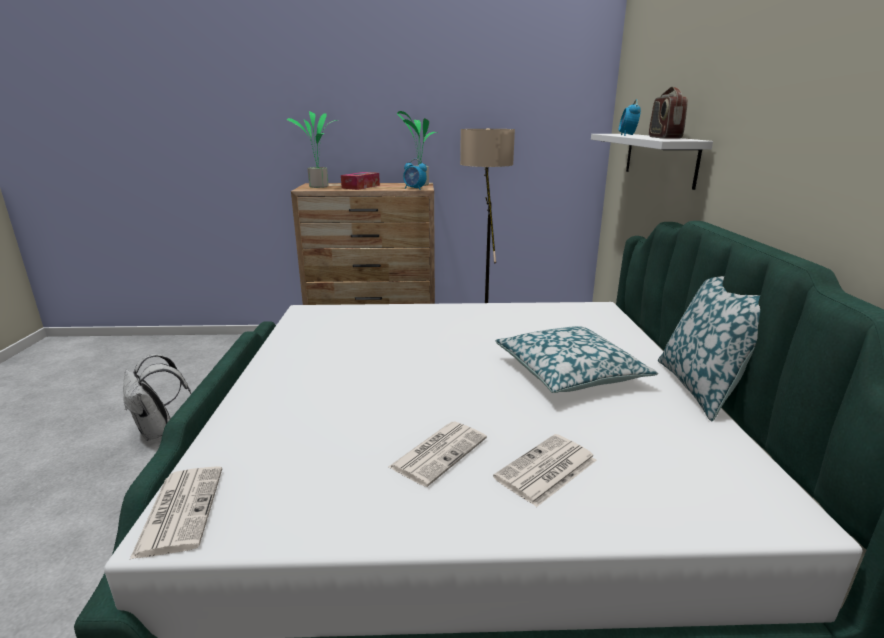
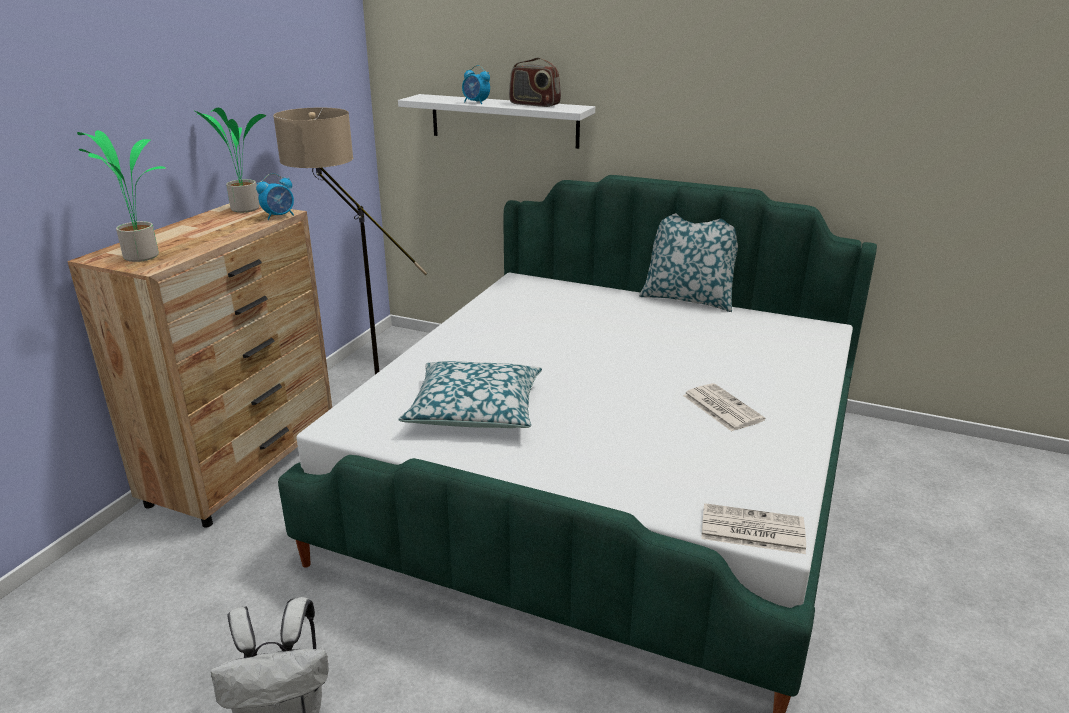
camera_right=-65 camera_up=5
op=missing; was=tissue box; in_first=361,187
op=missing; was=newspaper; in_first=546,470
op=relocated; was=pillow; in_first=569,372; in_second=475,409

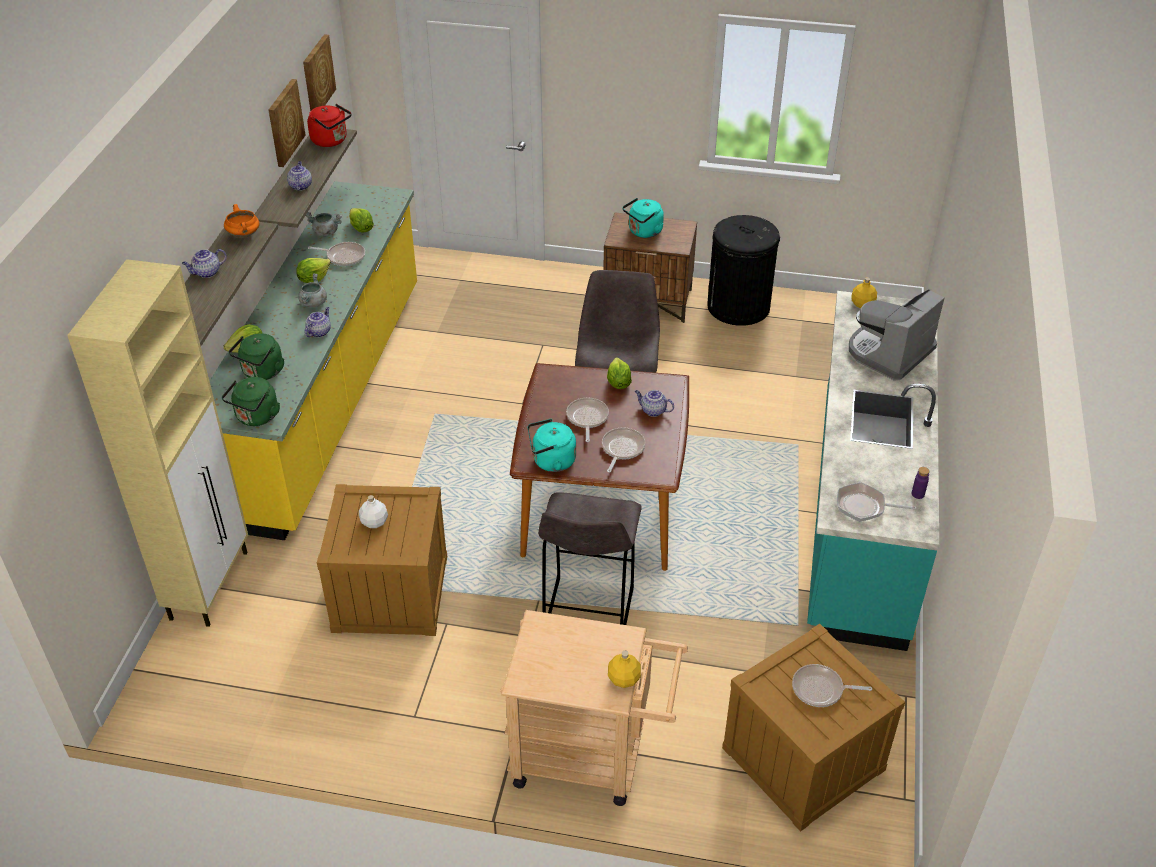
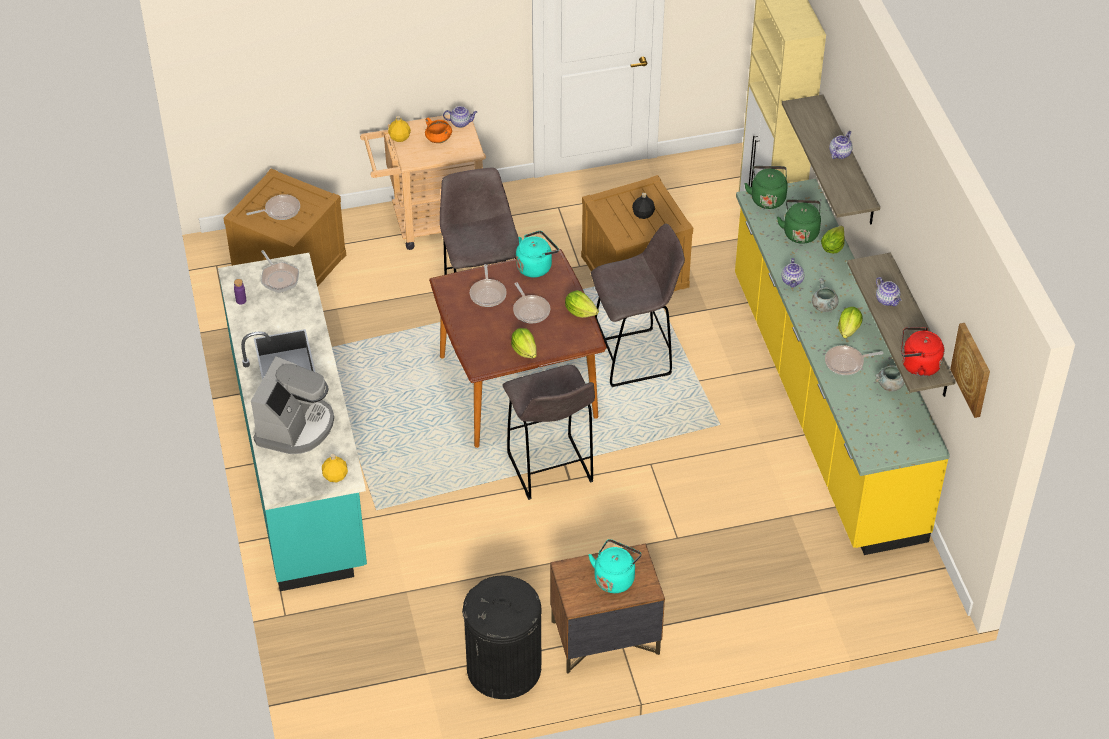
camera_right=155 camera_up=5
op=missing; was=picture; in_first=284,122
op=appeared; now=stool in grey; in_second=634,358
op=relocated; was=cooking pot in orange; in_first=244,235; in_second=438,139
op=relocated; was=lettuce; in_first=361,229; in_second=580,312
op=relocated; was=teapot; in_first=653,411; in_second=461,123
op=colour; was=bottle in white; now=bottle in black; in_first=374,522; in_second=643,214
op=spun; was=frying pan; in_first=864,506; in_second=279,278; clockwise=75

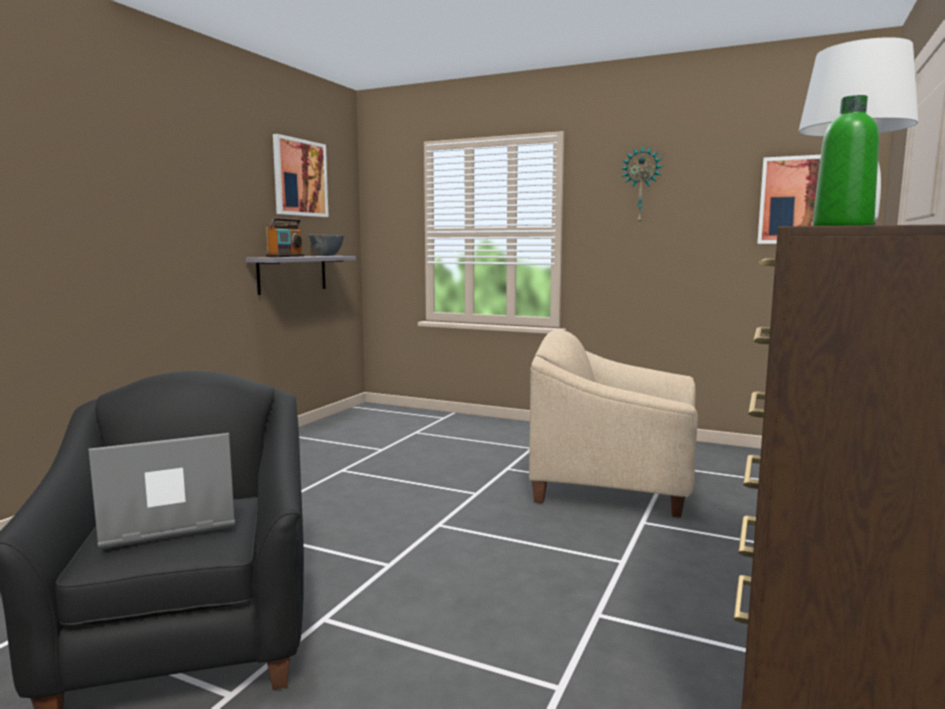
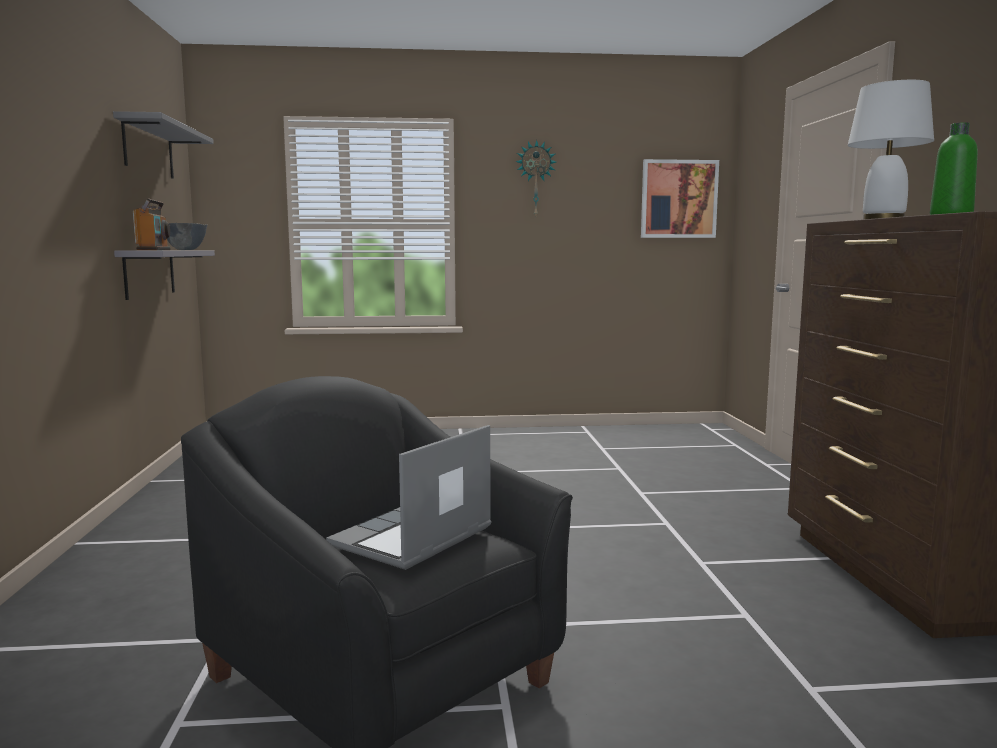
camera_right=-30 camera_up=0
op=missing; was=armchair in beige; in_first=613,487
op=exchanged; was=picture; now=shelf in grey; in_first=300,178; in_second=148,149

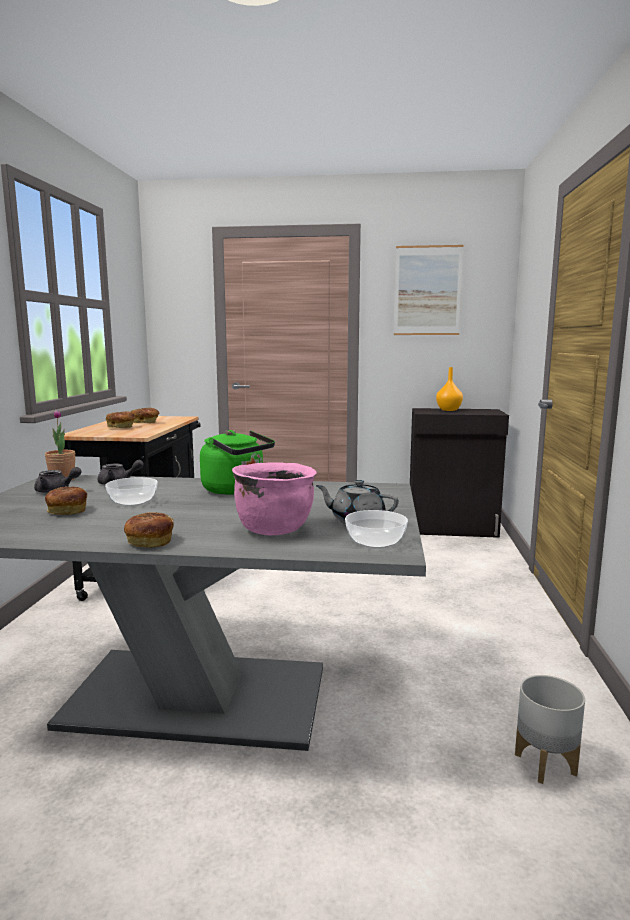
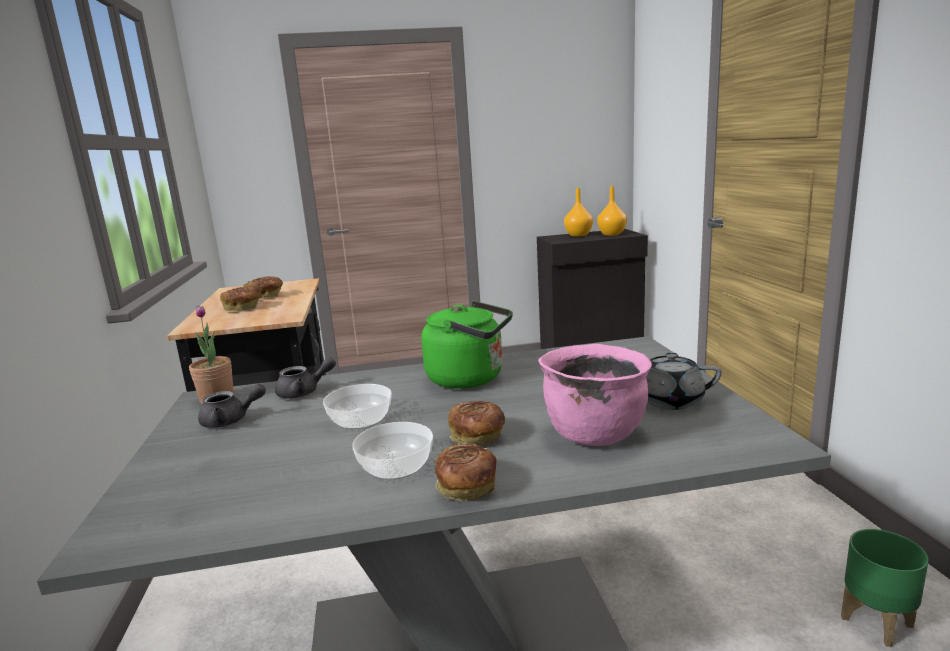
camera_right=-15 camera_up=5
op=missing; was=picture; in_first=427,291
op=appeared; now=vase in orange; in_second=612,234
op=relocated; was=bread; in_first=67,511; in_second=477,437
op=relocated; was=bowl; in_first=376,542; in_second=397,467
op=colour; was=planter in grey; now=planter in green; in_first=546,765; in_second=877,622

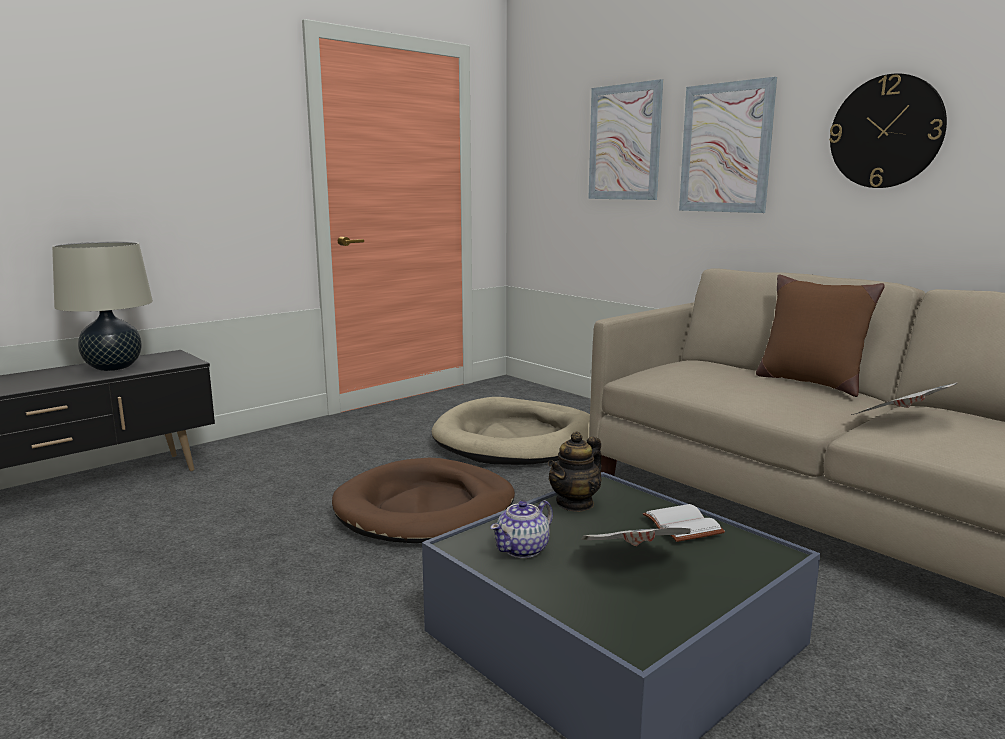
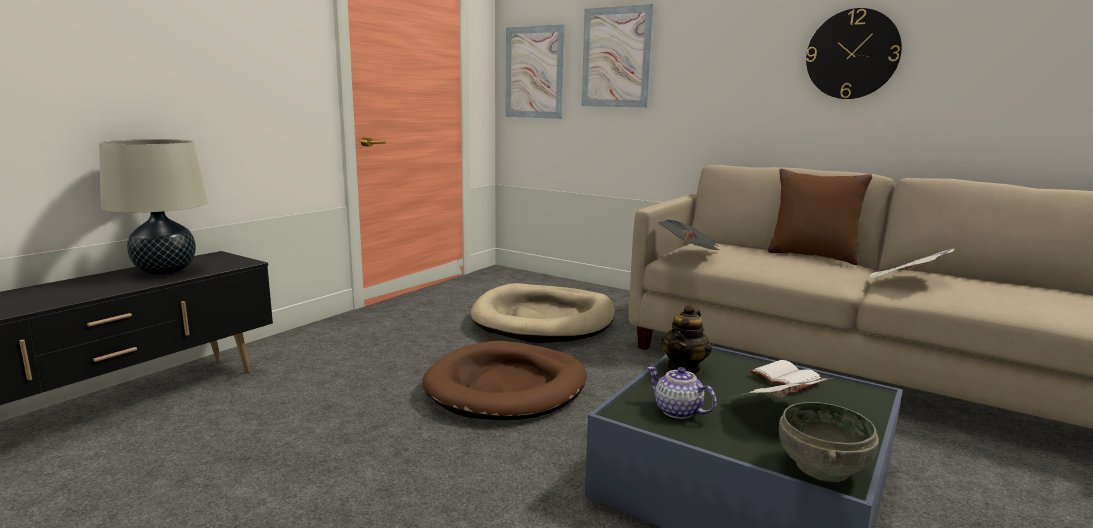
camera_right=-15 camera_up=0
op=appeared; now=newspaper; in_second=690,252
op=appeared; now=bowl in grey; in_second=824,467
op=relocated; was=picture; in_first=725,148; in_second=534,72
op=spun; was=teapot; in_first=523,549; in_second=678,411; clockwise=105

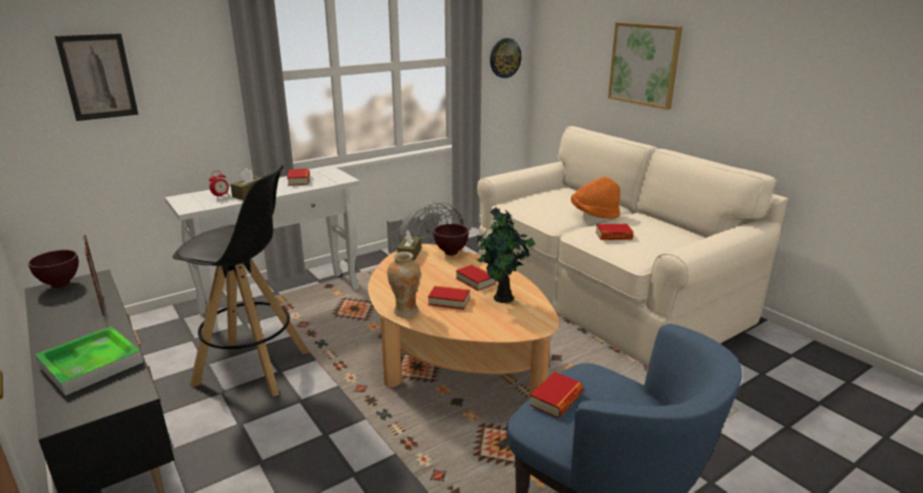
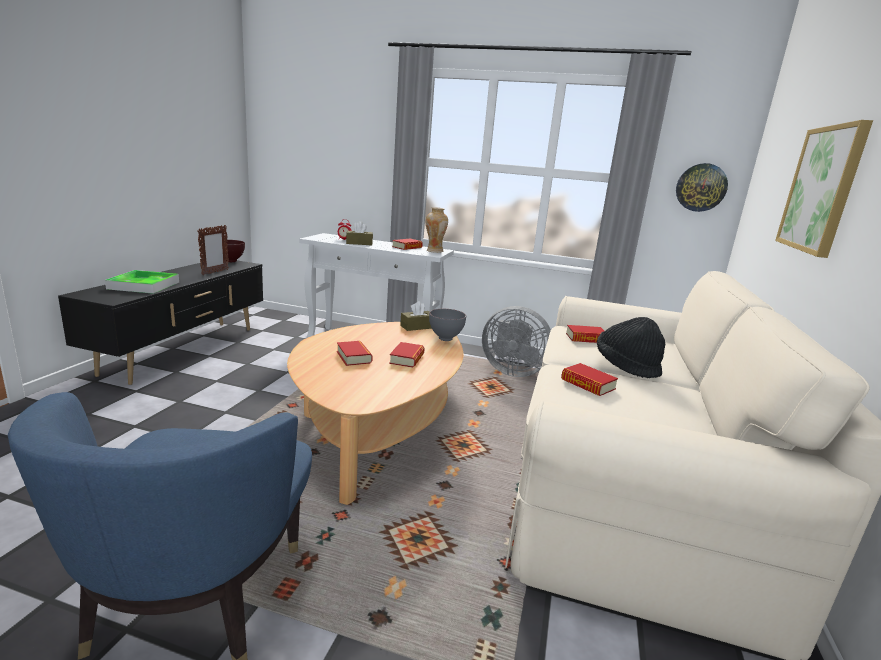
camera_right=50 camera_up=-5
op=missing; was=picture; in_first=98,77
op=missing; was=stool in black; in_first=253,368
op=missing; was=potted plant; in_first=502,299
op=relocated; was=vase; in_first=405,311; in_second=434,251
op=relocated; was=book; in_first=556,399; in_second=586,338
op=colour; was=bowl in brown; now=bowl in grey; in_first=450,253; in_second=445,339
op=colour; was=hat in orange; now=hat in black; in_first=594,214; in_second=626,366

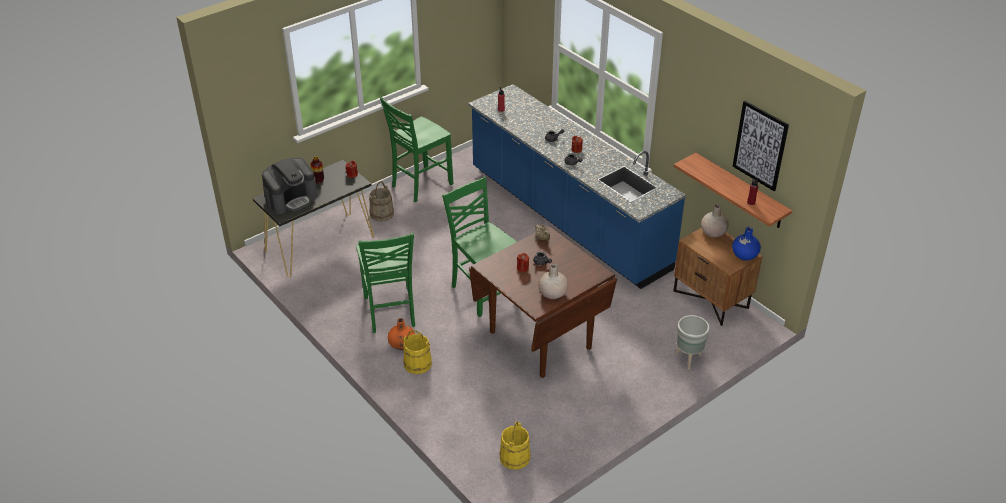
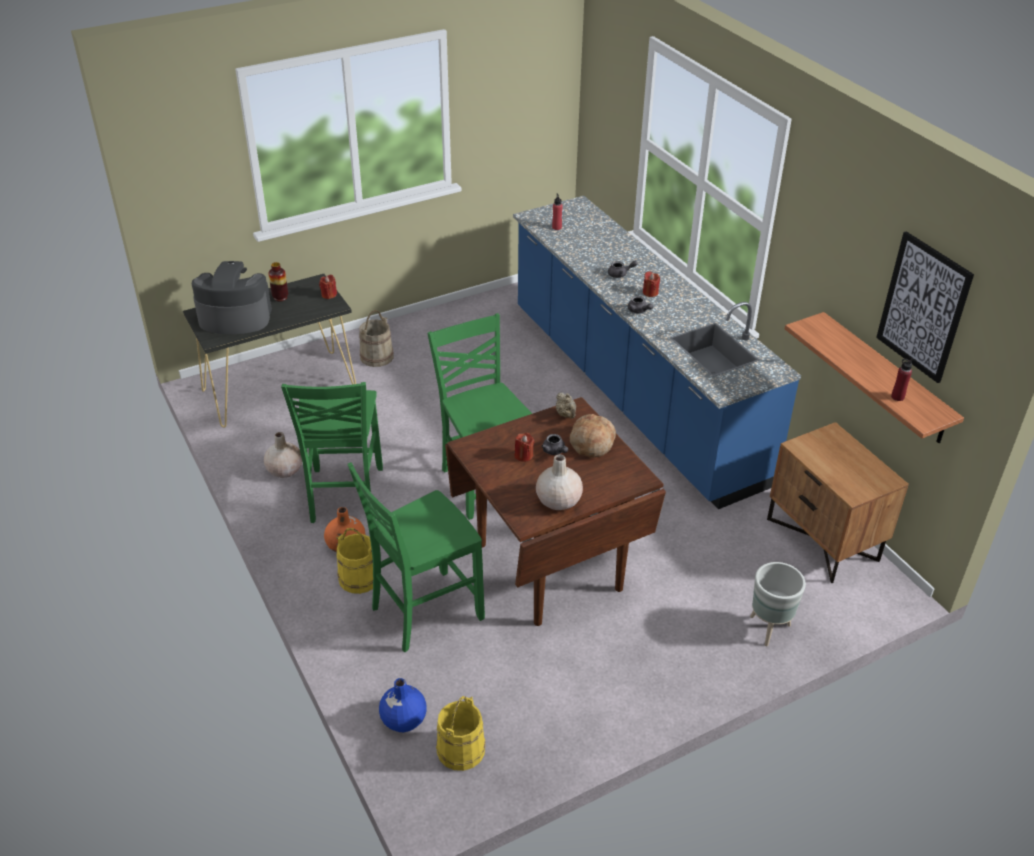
camera_right=10 camera_up=0
op=appeared; now=bread; in_second=591,442
op=relocated; was=chair in green; in_first=420,185; in_second=424,612
op=relocated; was=vase in beige; in_first=713,232; in_second=284,470
op=relocated; was=vase in blue; in_first=744,255; in_second=403,719
op=spun; was=coffee machine; in_first=291,198; in_second=234,317; clockwise=-150

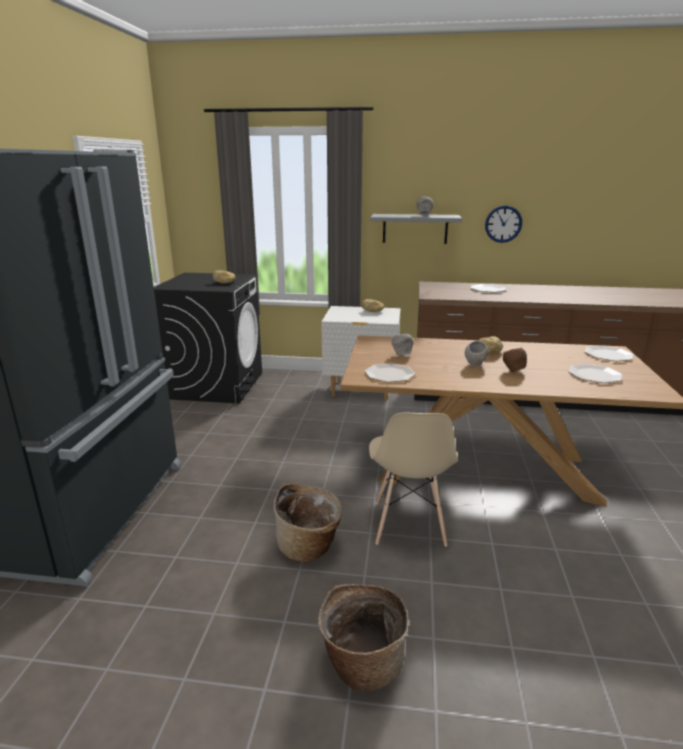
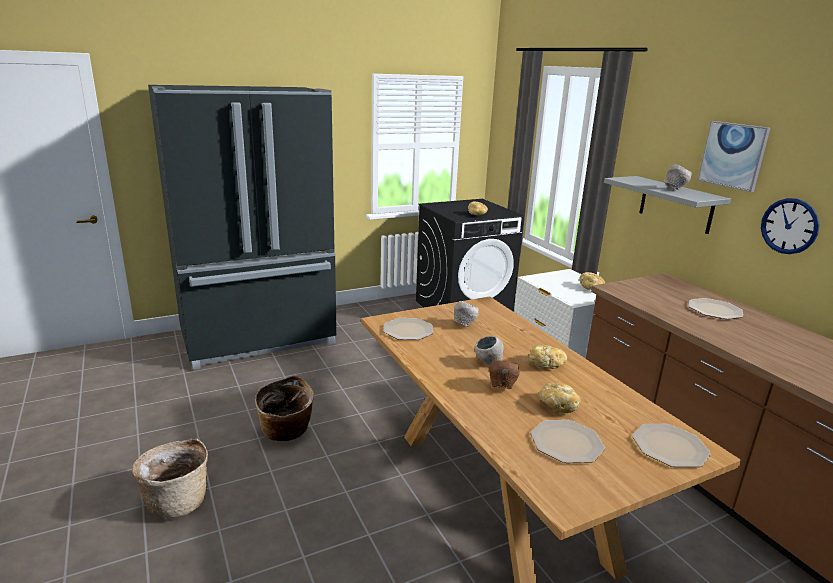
camera_right=55 camera_up=0
op=missing; was=chair in beige; in_first=408,524
op=appeared; now=bread; in_second=557,406
op=appeared; now=picture; in_second=733,155

